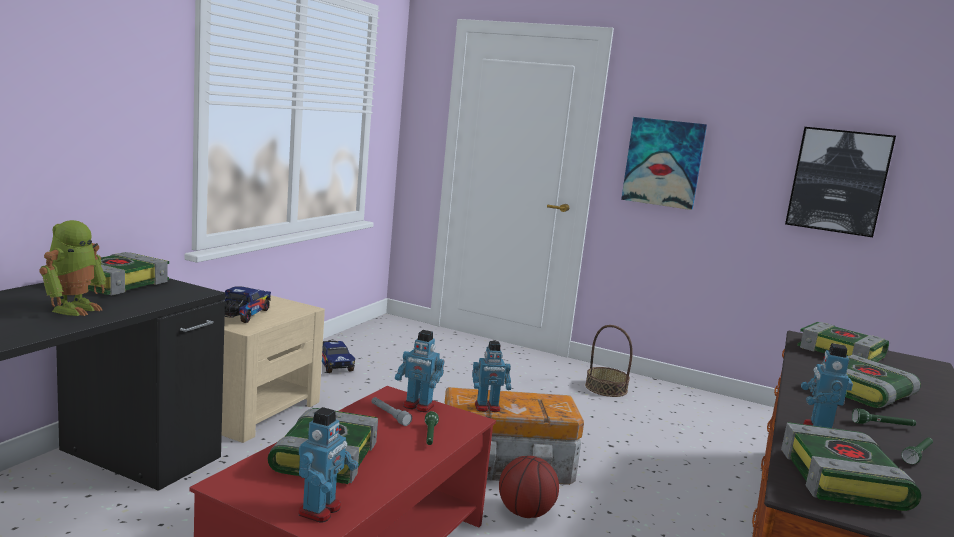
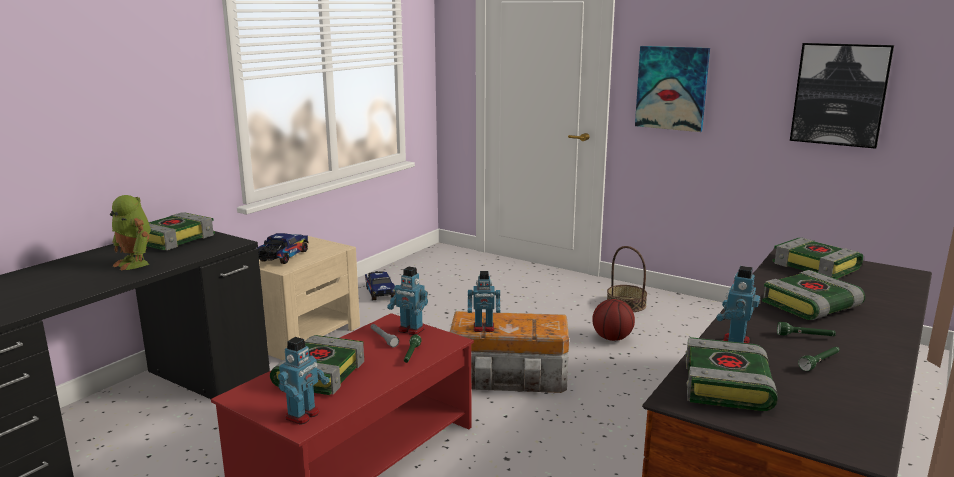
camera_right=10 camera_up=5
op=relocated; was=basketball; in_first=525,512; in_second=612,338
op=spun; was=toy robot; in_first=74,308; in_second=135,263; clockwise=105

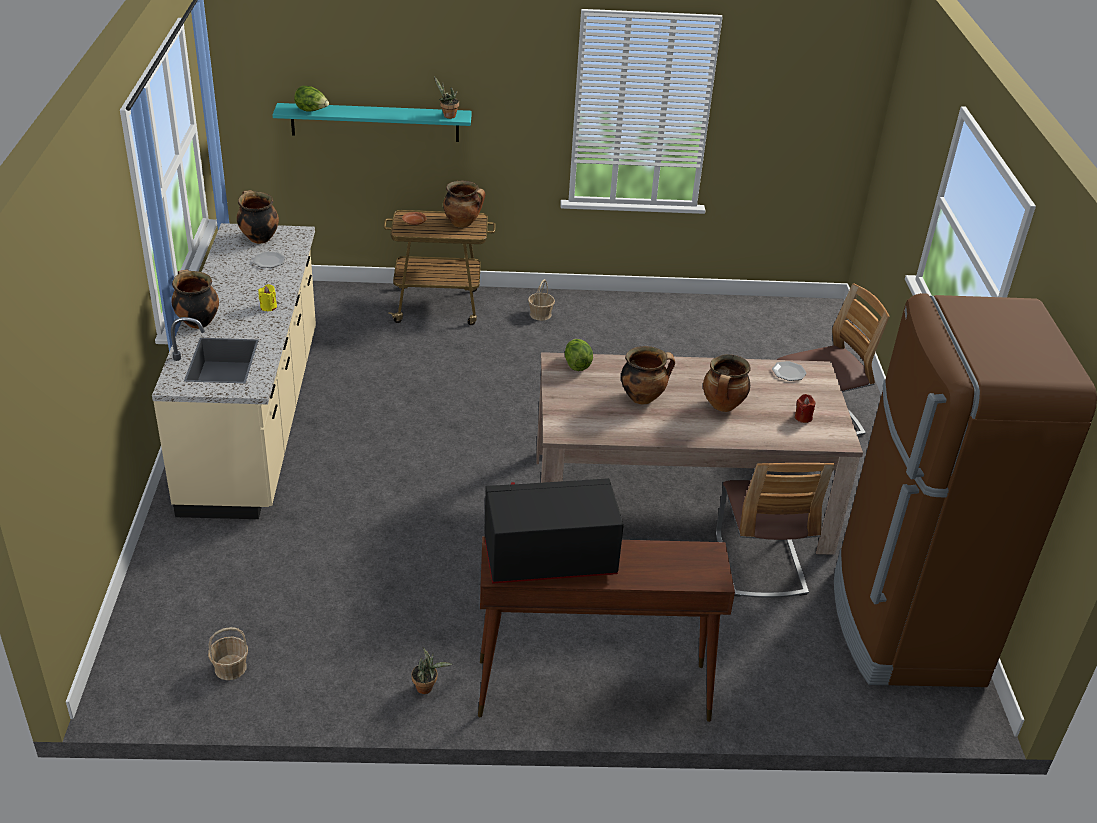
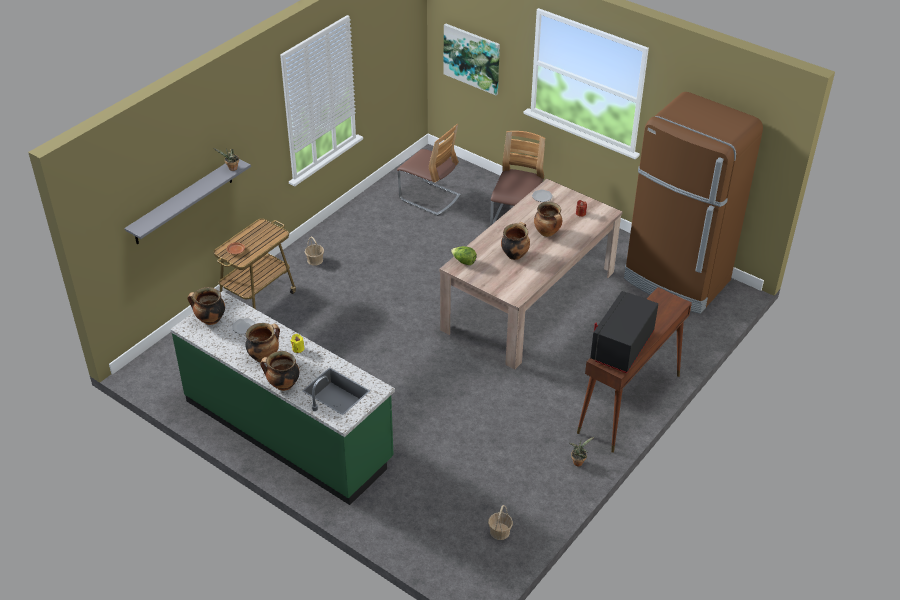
camera_right=-50 camera_up=5
op=missing; was=lettuce; in_first=312,111
op=appeared; now=picture; in_second=472,58
op=relocated; was=cooking pot; in_first=463,223; in_second=264,356
op=relocated; was=chair; in_first=760,564; in_second=429,198
op=colour; was=counter in beige; now=counter in green; in_first=255,419; in_second=288,430
op=colour; was=shelf in turquoise; now=shelf in grey; in_first=375,122; in_second=183,201

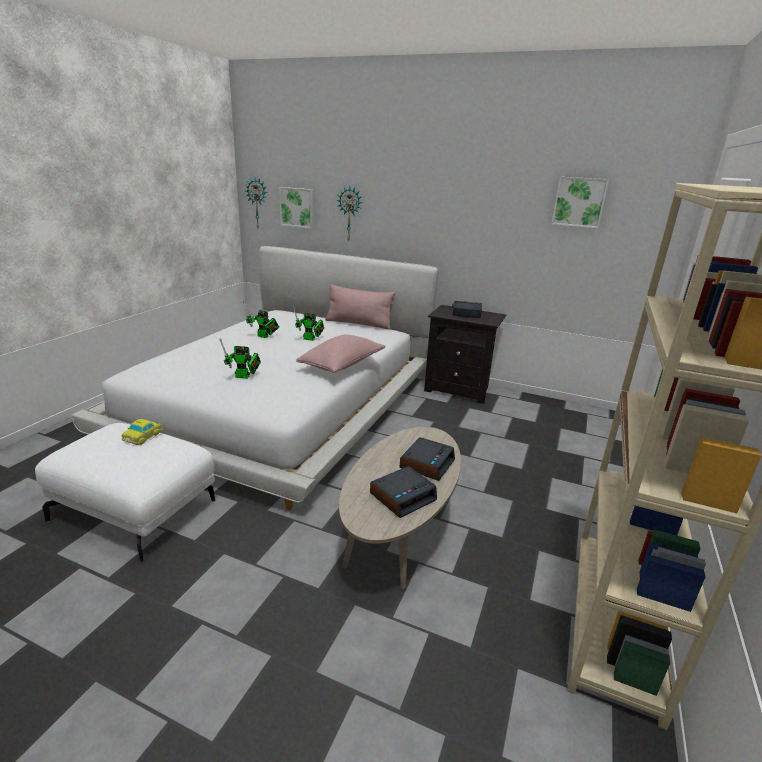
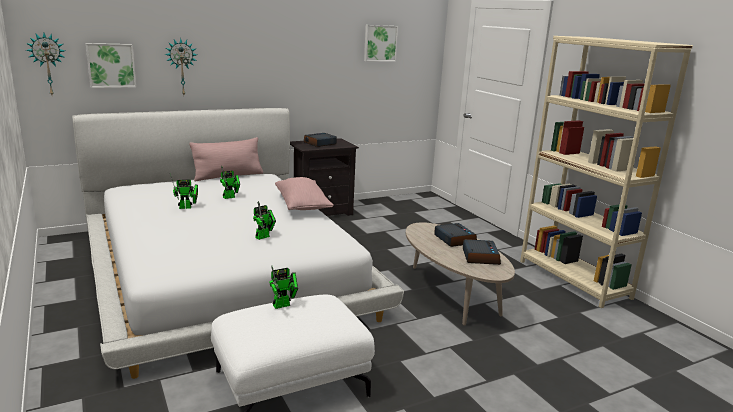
camera_right=-50 camera_up=-5
op=exchanged; was=toy car; now=toy robot; in_first=143,436; in_second=284,305

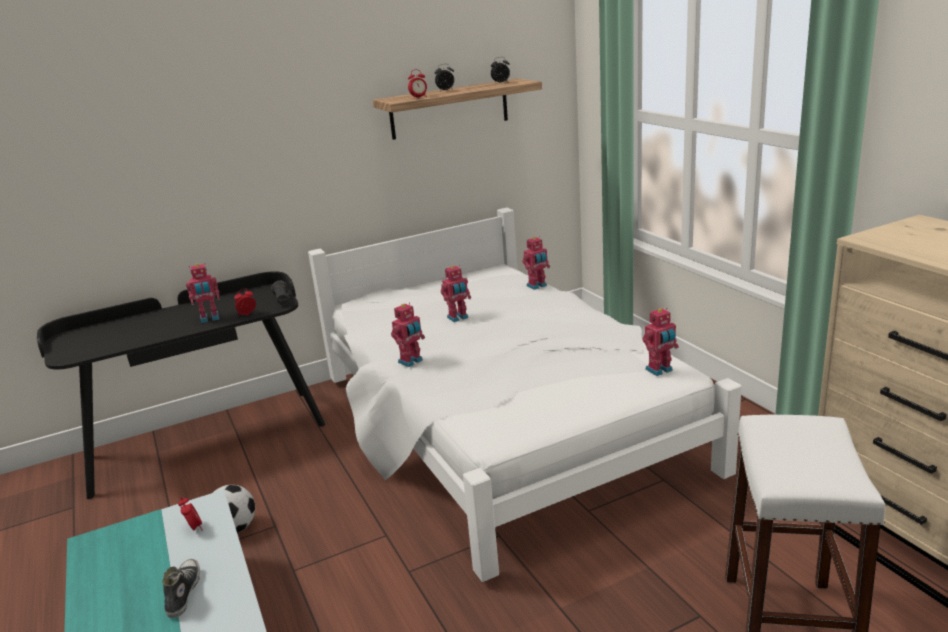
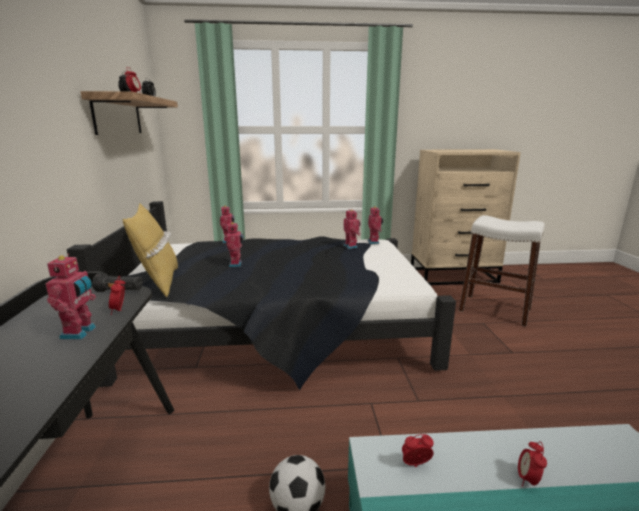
camera_right=-70 camera_up=-5
op=appeared; now=pillow in yellow; in_second=158,282
op=relocated; was=toy robot; in_first=411,361; in_second=351,246
op=exchanged; was=shoe; now=alarm clock; in_first=183,593; in_second=527,479
op=colour; was=bed in white; now=bed in black; in_first=502,425; in_second=280,329

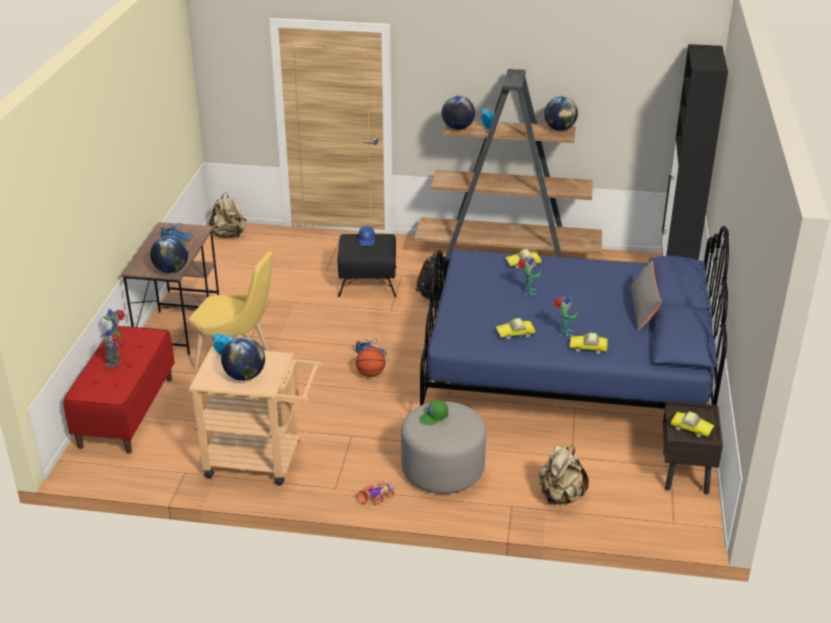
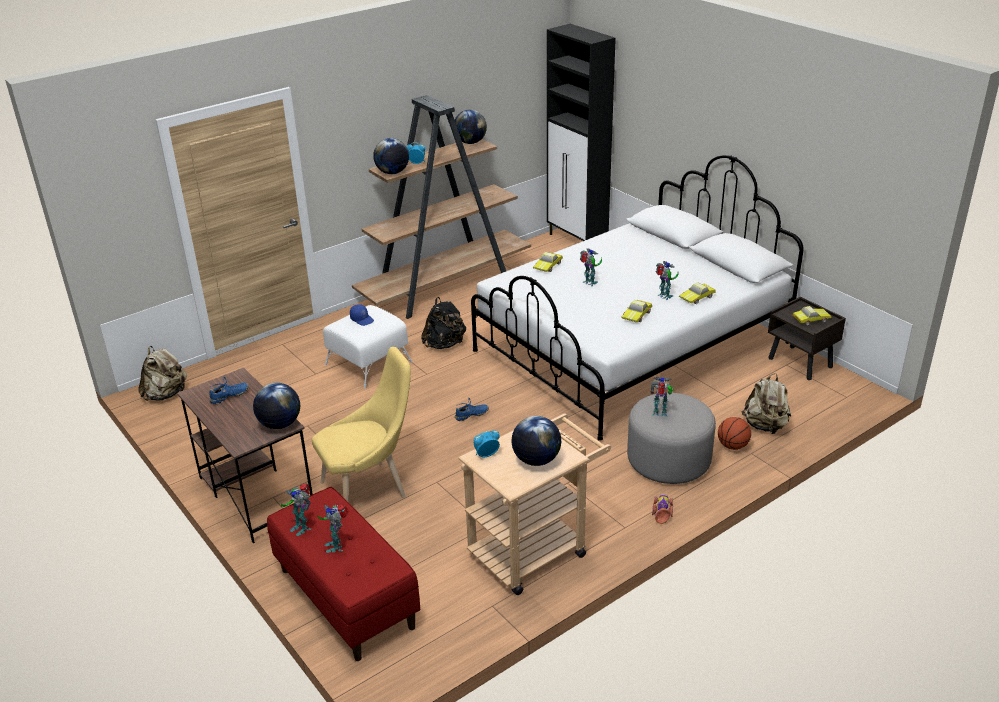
camera_right=-45 camera_up=0
op=missing; was=pillow in grey; in_first=643,309
op=relocated; was=basketball; in_first=370,374; in_second=733,446
op=exchanged; was=cap in green; now=toy robot; in_first=434,417; in_second=660,413
op=colour; was=ottoman in black; now=ottoman in white; in_first=368,281; in_second=369,363
op=colour; was=bed in blue; now=bed in white; in_first=565,377; in_second=631,347

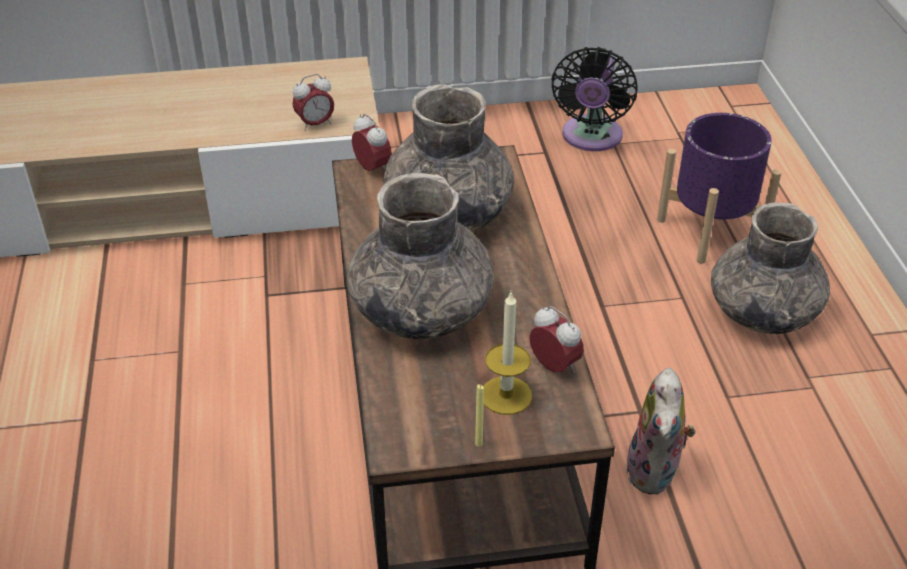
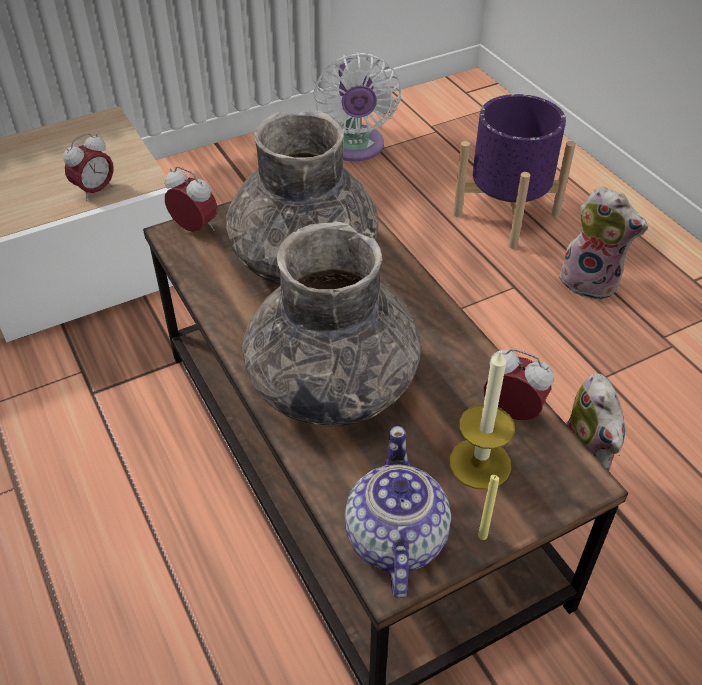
camera_right=-20 camera_up=5
op=appeared; now=teapot; in_second=394,540
op=exchanged; was=vase in grey; now=plush toy; in_first=762,311; in_second=591,282
op=colour; was=fan in black; now=fan in white; in_first=590,138; in_second=354,148

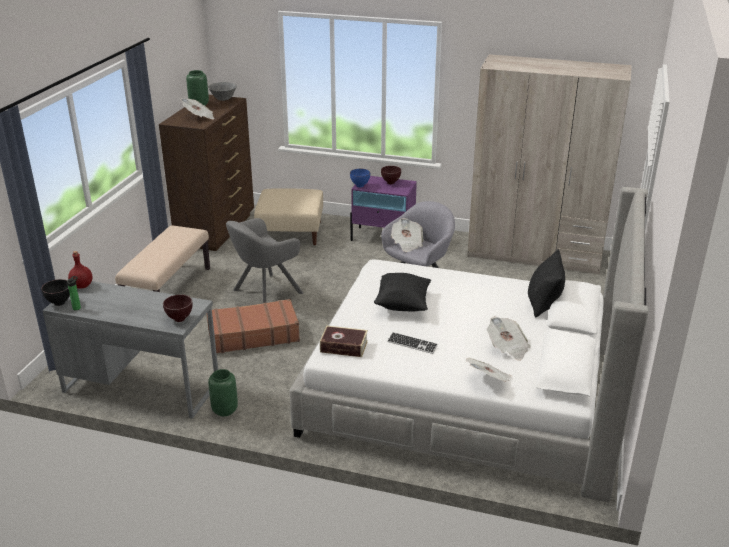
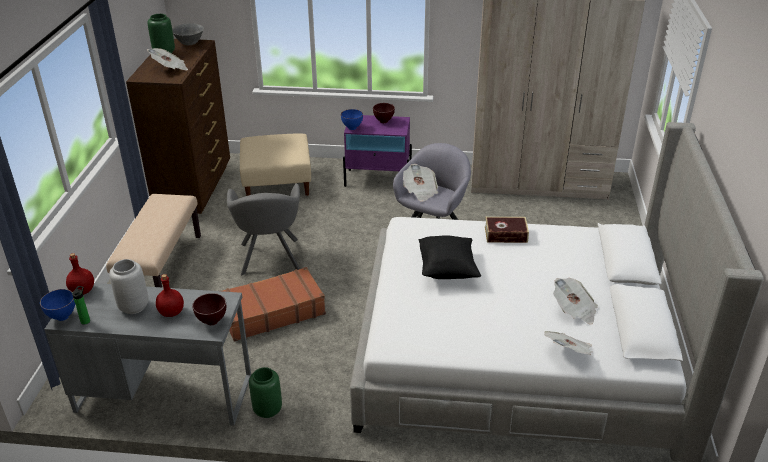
camera_right=-10 camera_up=5
op=missing; was=keyboard; in_first=412,344
op=missing; was=pillow in black; in_first=543,304
op=appeared; now=vase in grey; in_second=134,307
op=appeared; now=bottle in red; in_second=171,313
op=relocated; was=book; in_first=344,346; in_second=505,235
op=colour; was=bowl in black; now=bowl in blue; in_first=60,303; in_second=63,317
op=spun; was=armchair in grey; in_first=264,293; in_second=269,259; clockwise=-45

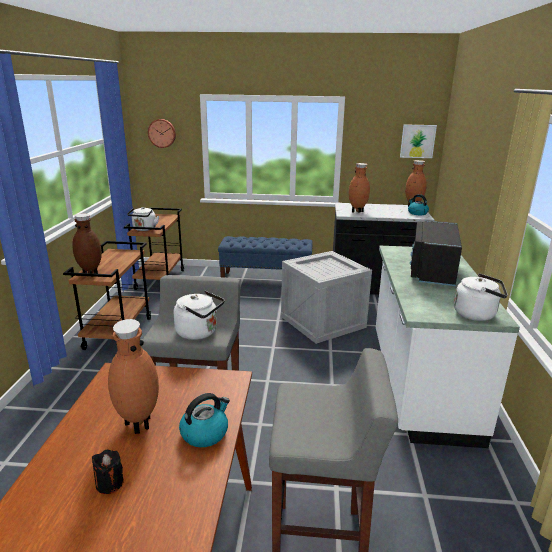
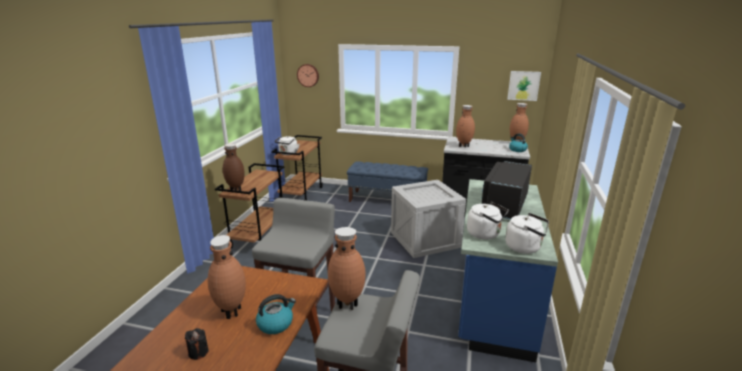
camera_right=10 camera_up=0
op=appeared; now=vase in brown; in_second=347,304
op=relocated; was=kettle in white; in_first=199,332; in_second=485,234
op=colour; was=counter in white; now=counter in blue; in_first=419,383; in_second=492,300

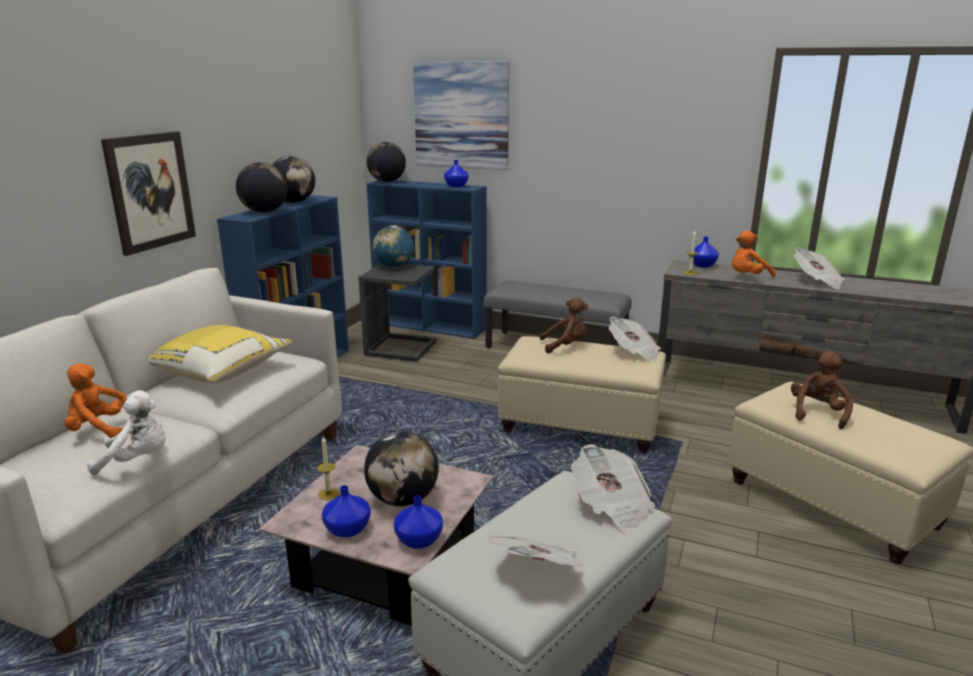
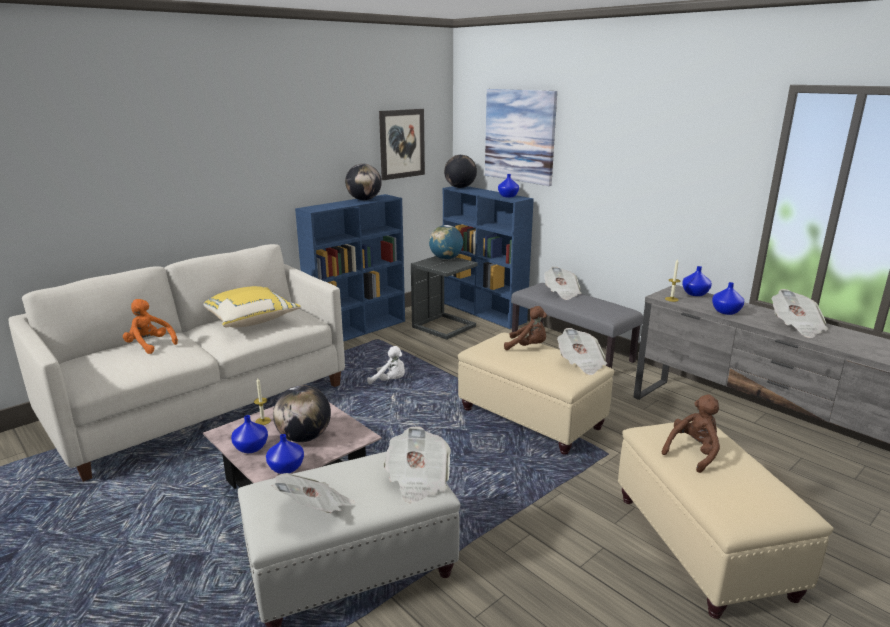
camera_right=25 camera_up=0
op=missing; was=globe; in_first=264,212
op=appeared; now=newspaper; in_second=562,293
op=relocated; was=plush toy in white; in_first=138,460; in_second=390,381
op=relocated; was=picture; in_first=150,191; in_second=401,144
op=exchanged; was=plush toy in orange; now=vase in blue; in_first=747,277; in_second=725,311

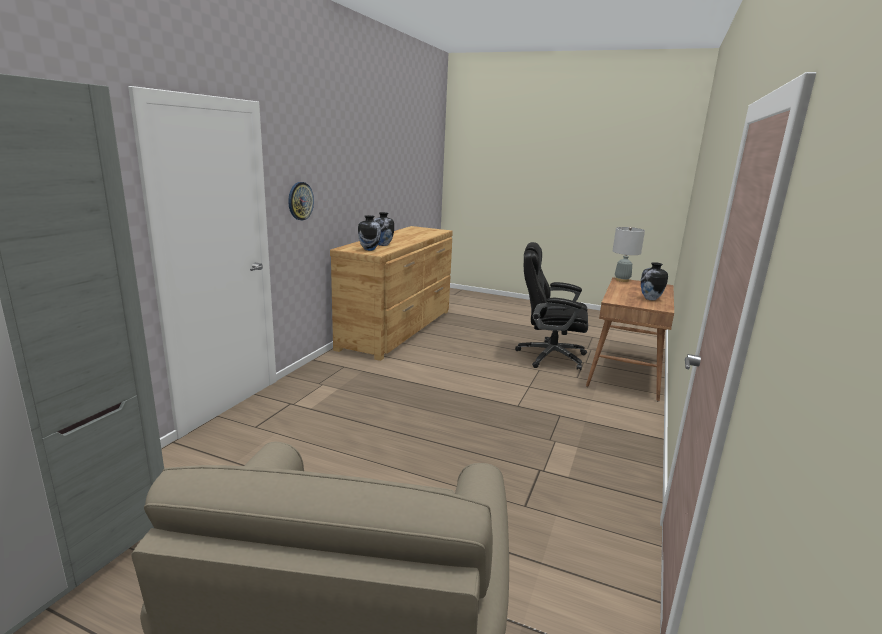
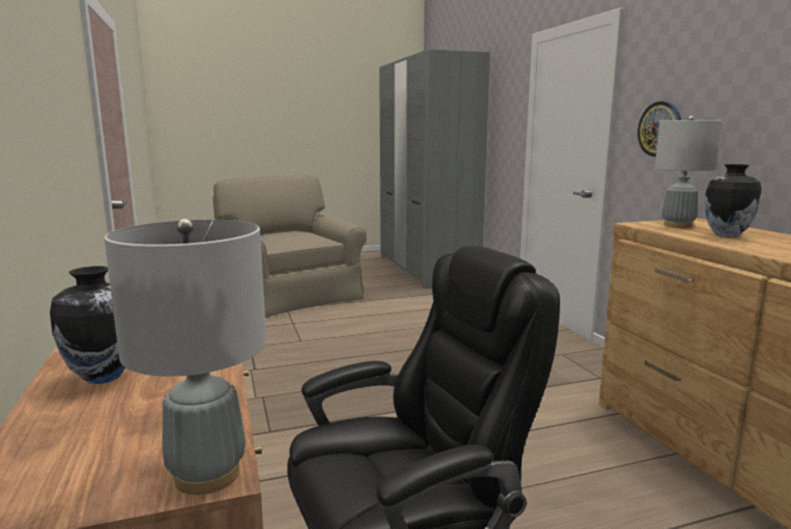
camera_right=140 camera_up=-5
op=exchanged; was=vase; now=table lamp in grey; in_first=369,249; in_second=678,226

